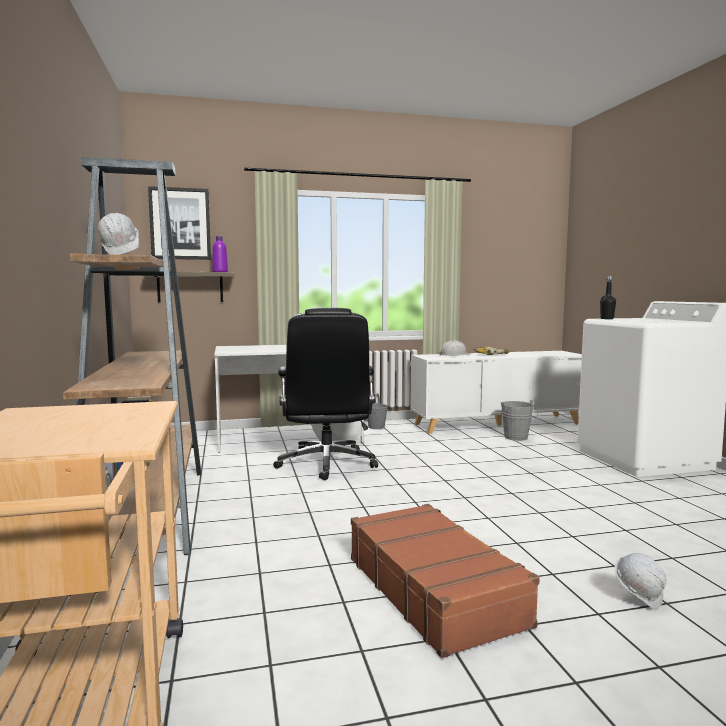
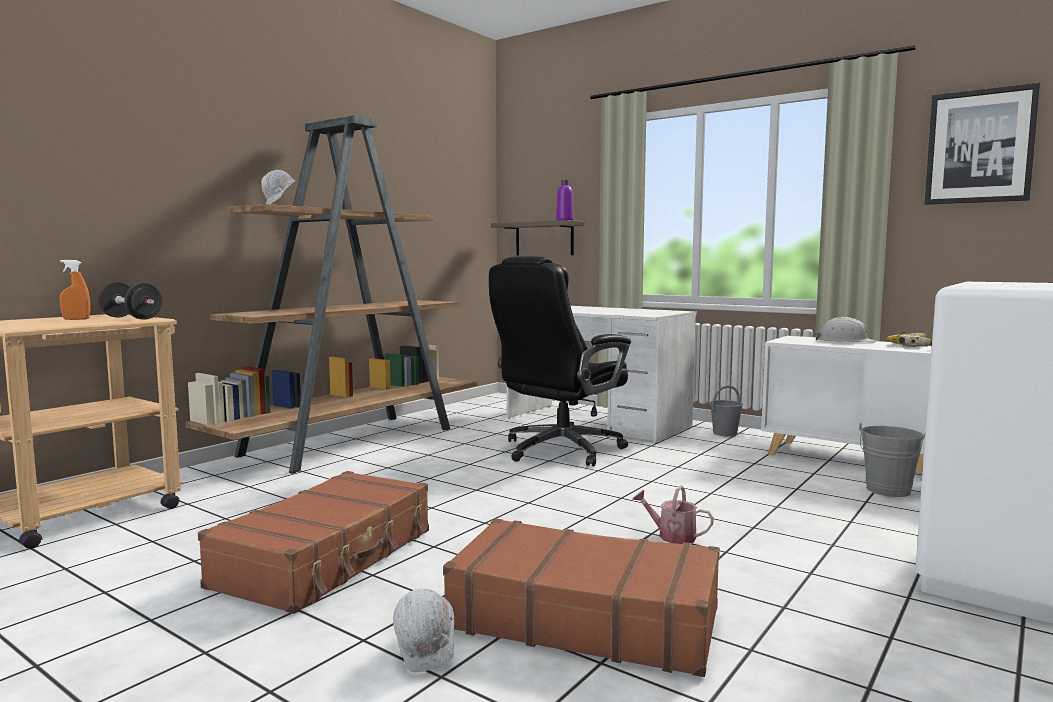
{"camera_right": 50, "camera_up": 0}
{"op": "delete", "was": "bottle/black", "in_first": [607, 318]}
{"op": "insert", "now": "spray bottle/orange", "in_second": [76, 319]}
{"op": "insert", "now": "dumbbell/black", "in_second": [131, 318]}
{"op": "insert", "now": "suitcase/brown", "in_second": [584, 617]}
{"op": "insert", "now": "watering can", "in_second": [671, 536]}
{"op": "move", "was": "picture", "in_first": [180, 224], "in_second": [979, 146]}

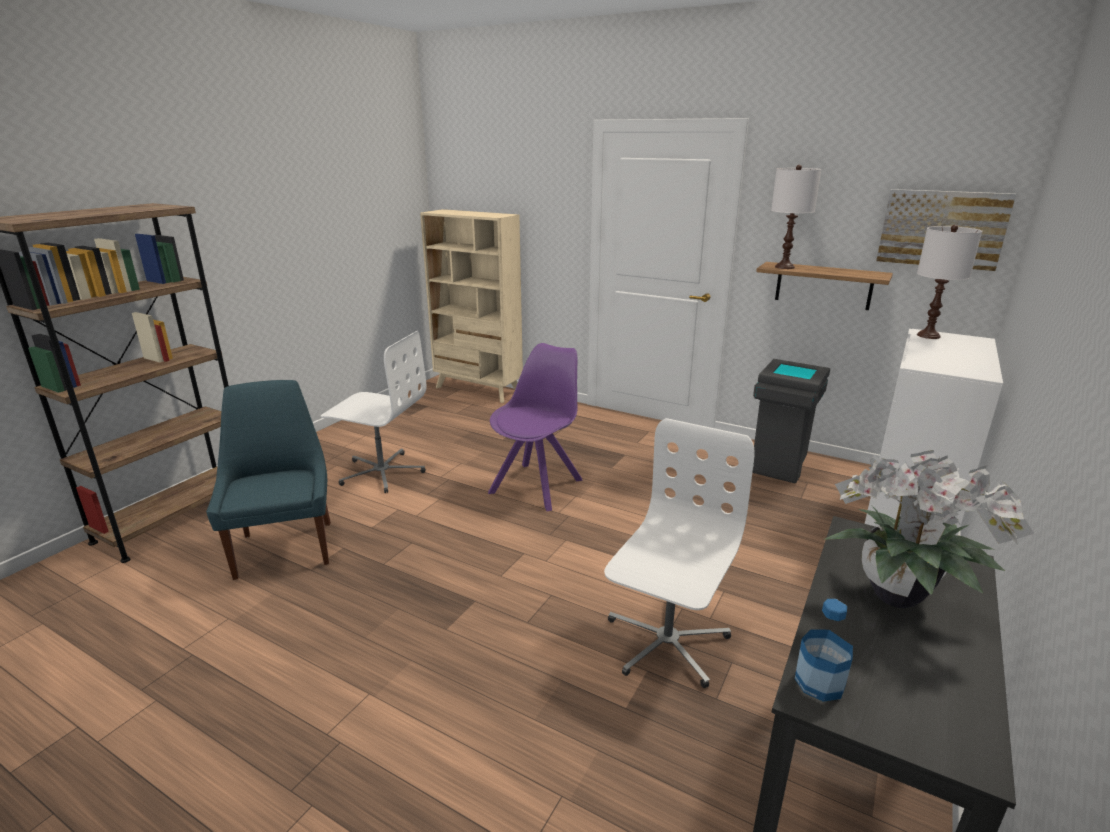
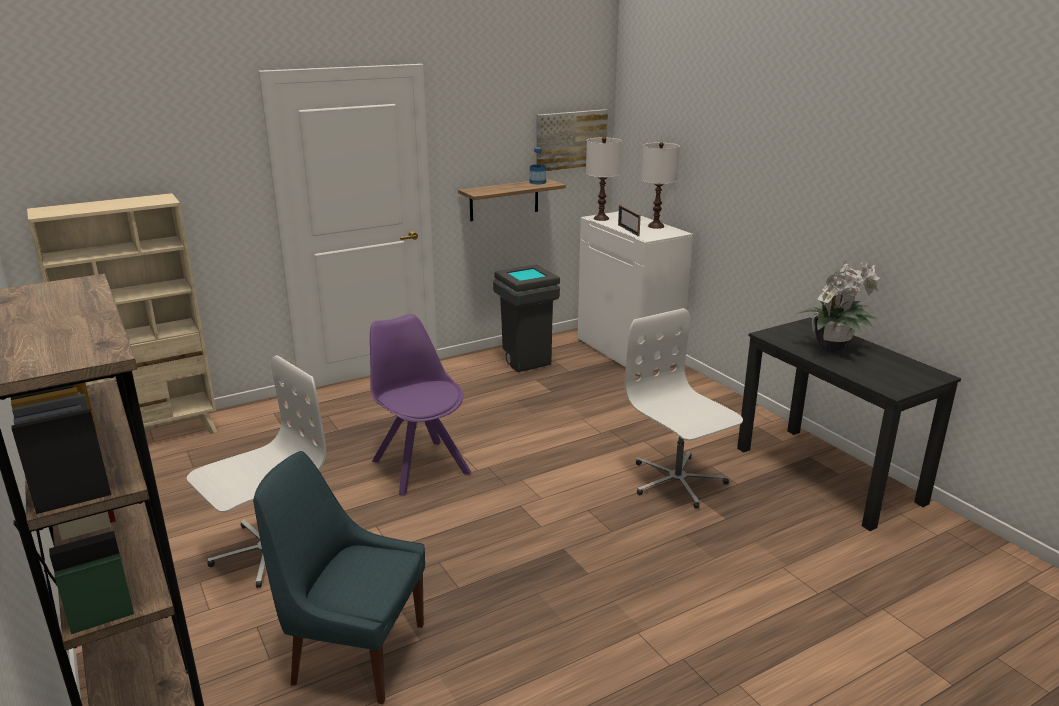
{"camera_right": -60, "camera_up": 0}
{"op": "insert", "now": "picture frame", "in_second": [628, 230]}
{"op": "move", "was": "table lamp/white", "in_first": [784, 267], "in_second": [655, 226]}
{"op": "move", "was": "bottle", "in_first": [819, 682], "in_second": [537, 182]}

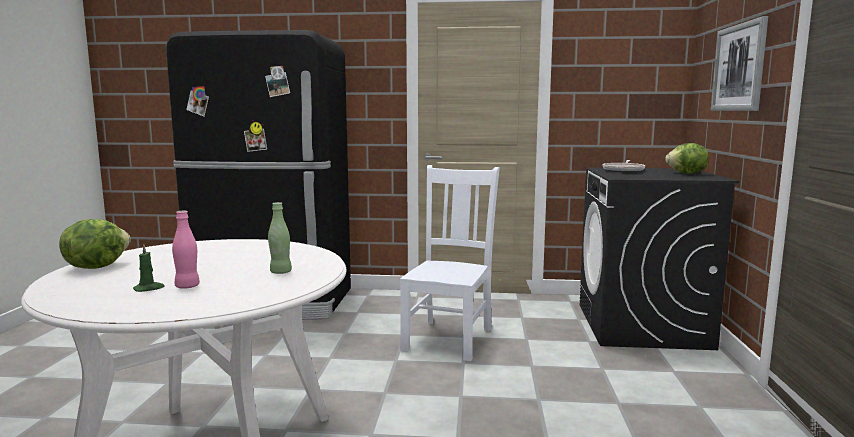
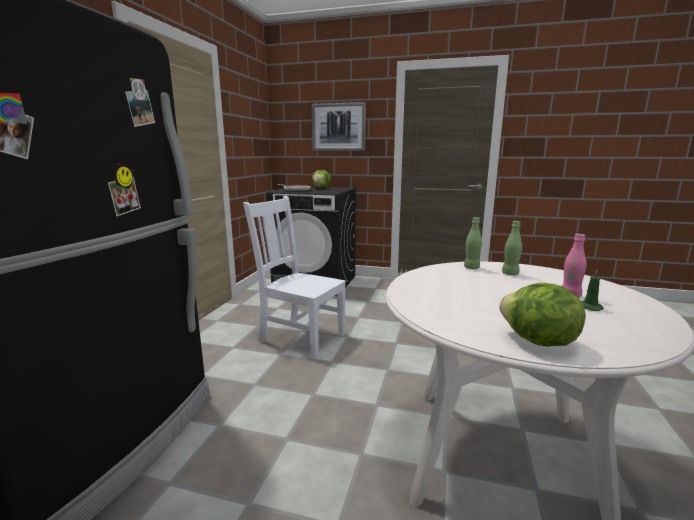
{"camera_right": -80, "camera_up": 5}
{"op": "insert", "now": "bottle/green", "in_second": [471, 268]}

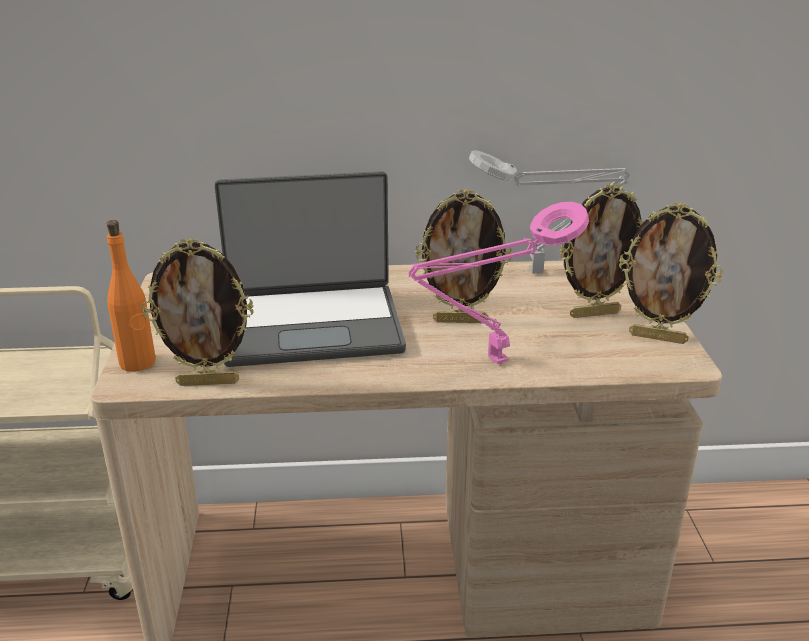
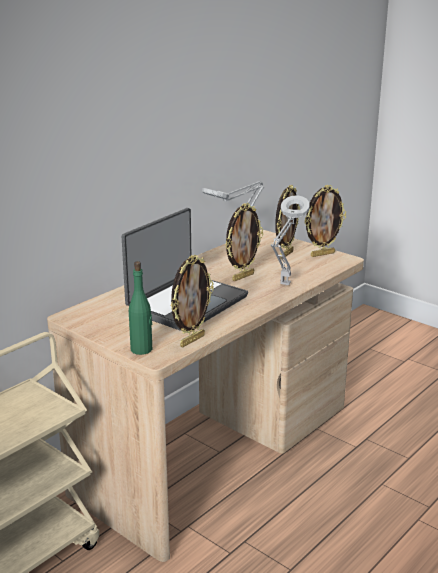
{"camera_right": -45, "camera_up": -5}
{"op": "recolor", "was": "bottle/orange", "now": "bottle/green", "in_first": [138, 363], "in_second": [142, 349]}
{"op": "recolor", "was": "table lamp/pink", "now": "table lamp/grey", "in_first": [492, 362], "in_second": [284, 285]}

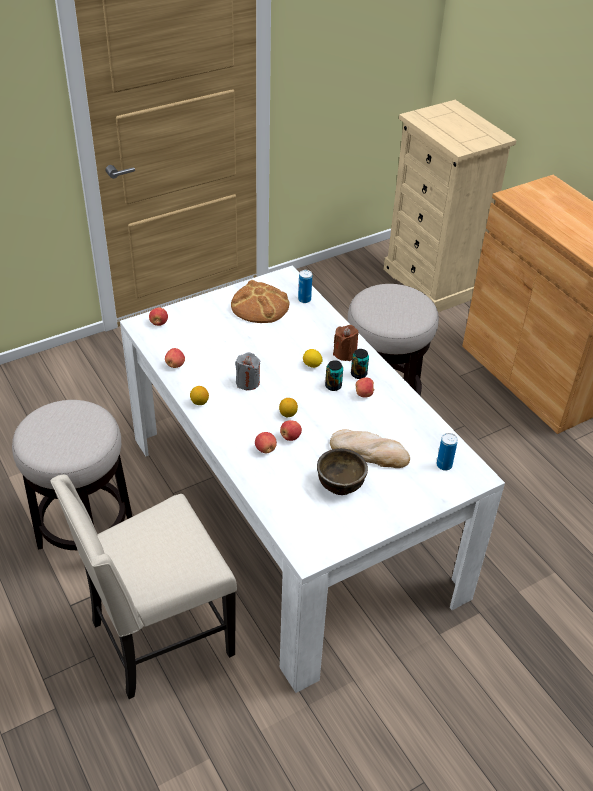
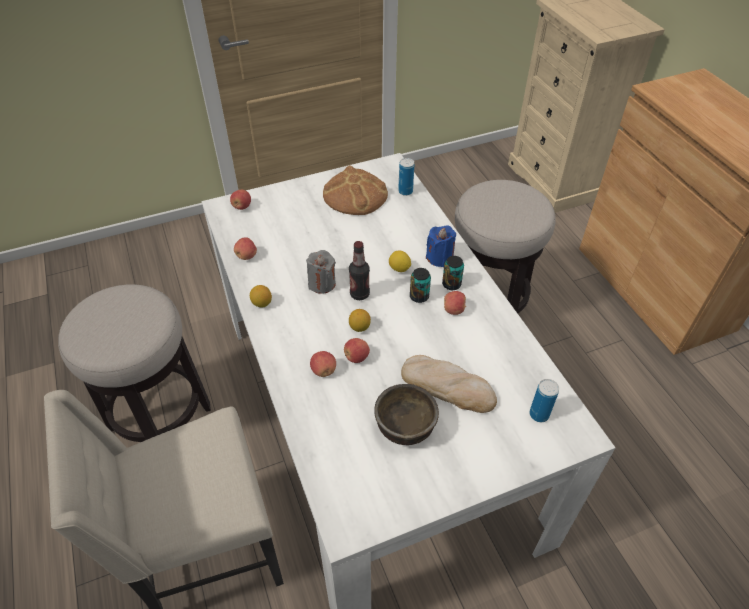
{"camera_right": 10, "camera_up": 5}
{"op": "insert", "now": "bottle", "in_second": [359, 294]}
{"op": "recolor", "was": "candle/brown", "now": "candle/blue", "in_first": [345, 353], "in_second": [440, 258]}

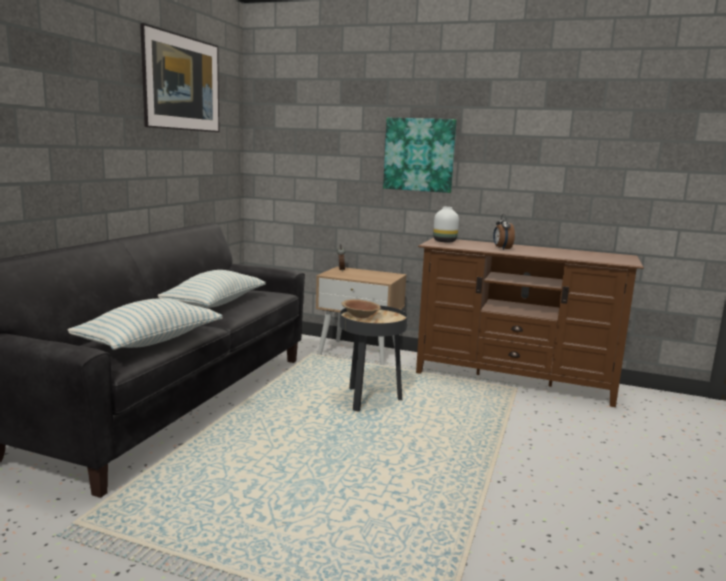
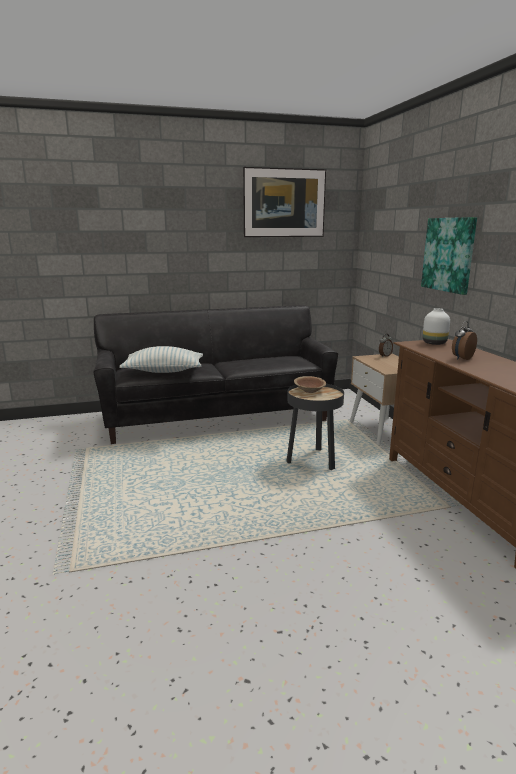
{"camera_right": 55, "camera_up": 5}
{"op": "delete", "was": "pillow", "in_first": [215, 304]}

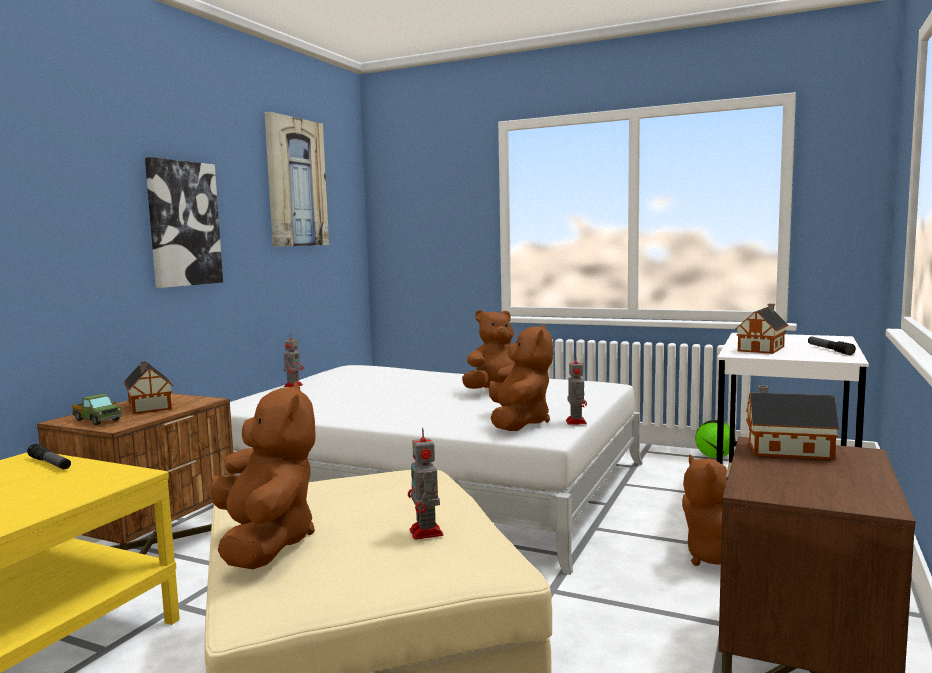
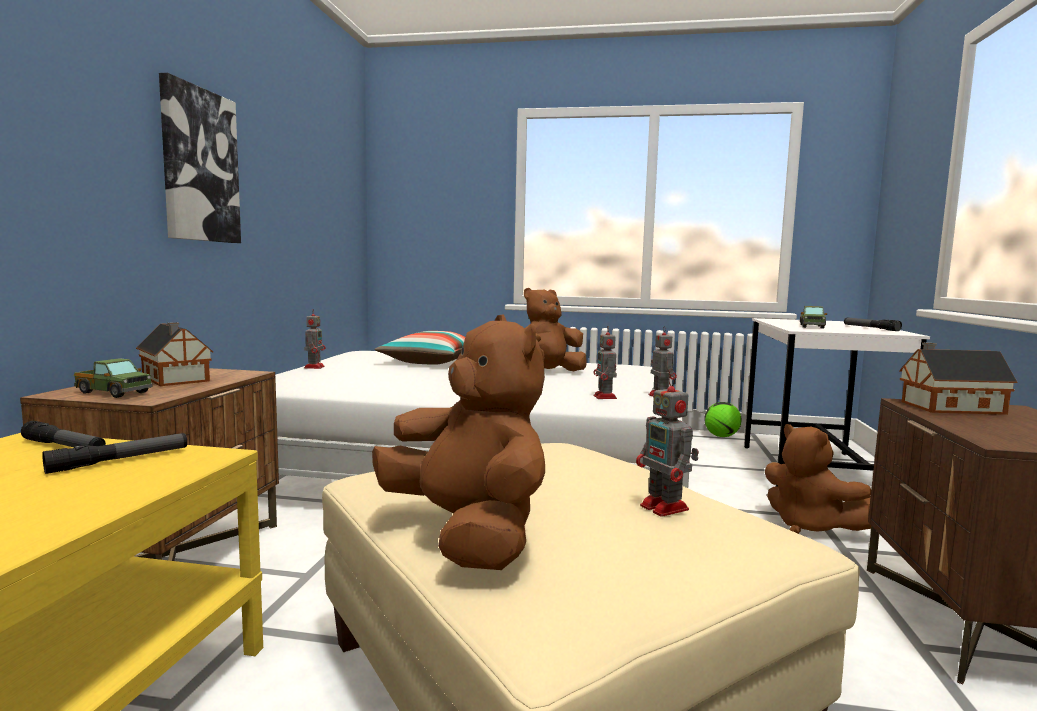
{"camera_right": -15, "camera_up": 0}
{"op": "delete", "was": "picture", "in_first": [296, 183]}
{"op": "insert", "now": "flashlight", "in_second": [120, 460]}
{"op": "insert", "now": "pillow", "in_second": [430, 362]}
{"op": "replace", "was": "plush toy/brown", "now": "toy robot", "in_first": [518, 423], "in_second": [605, 397]}
{"op": "replace", "was": "toy house", "now": "toy truck", "in_first": [762, 348], "in_second": [811, 327]}

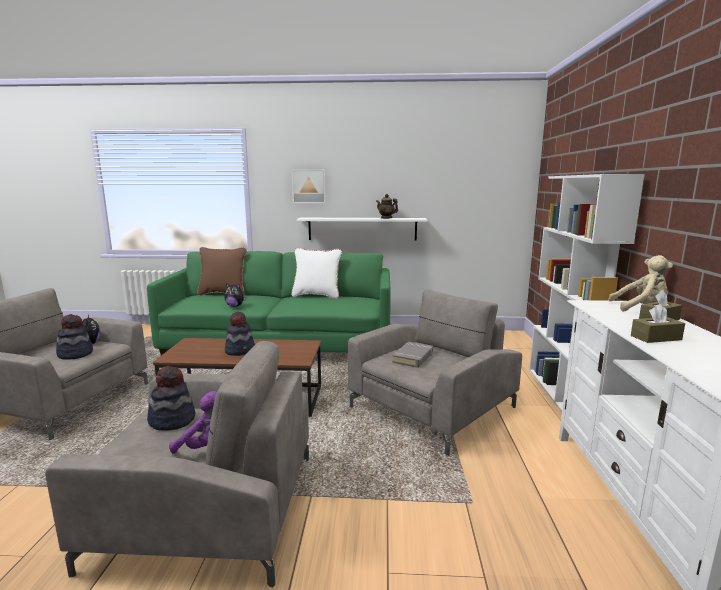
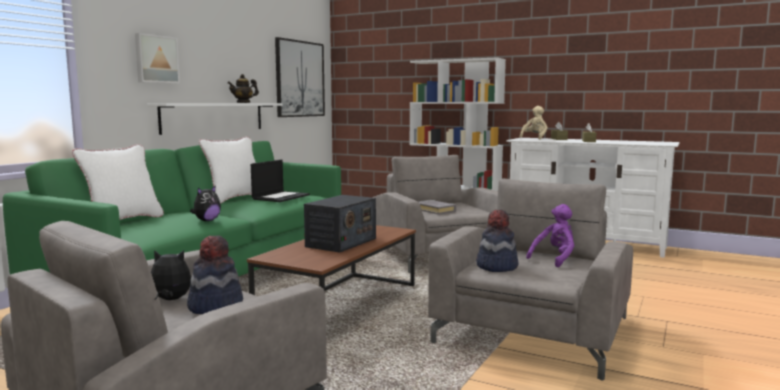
{"camera_right": -65, "camera_up": -5}
{"op": "insert", "now": "laptop", "in_second": [281, 197]}
{"op": "insert", "now": "picture", "in_second": [300, 79]}
{"op": "replace", "was": "hat", "now": "radio", "in_first": [240, 350], "in_second": [341, 242]}
{"op": "recolor", "was": "pillow/brown", "now": "pillow/white", "in_first": [223, 294], "in_second": [123, 221]}

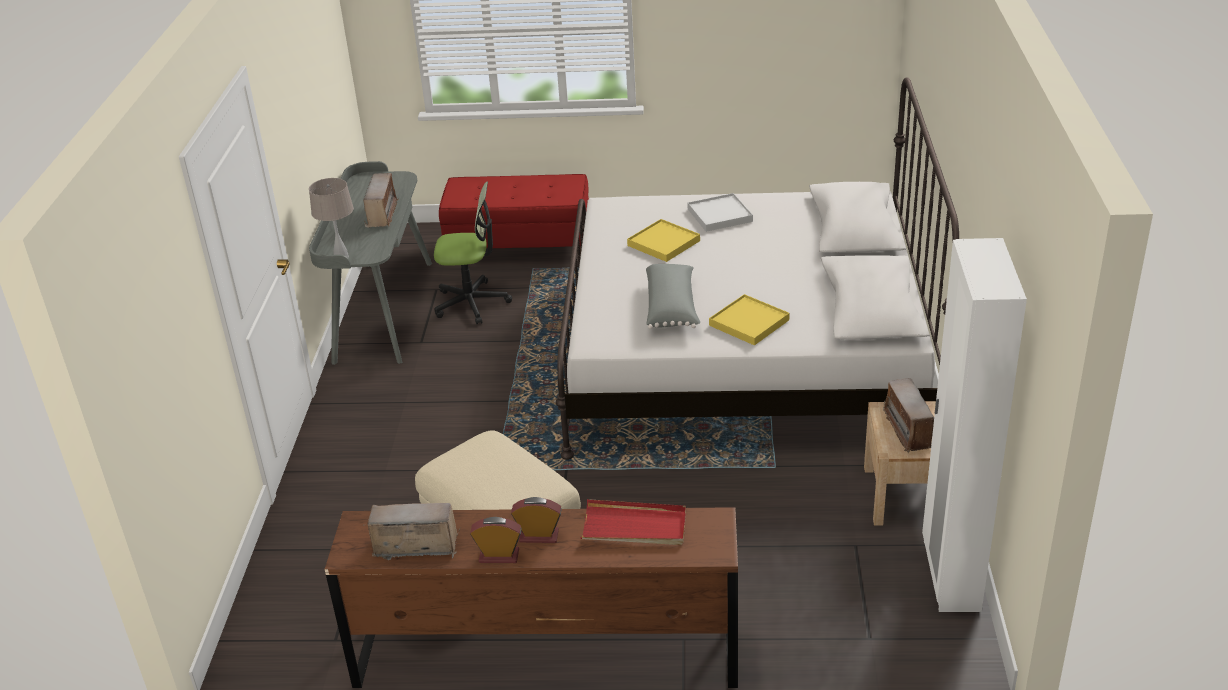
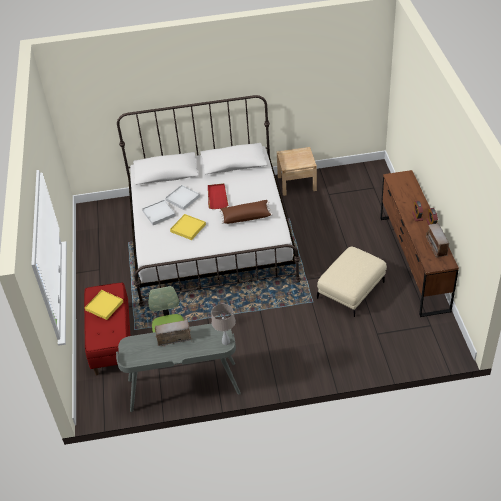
{"camera_right": -100, "camera_up": 10}
{"op": "delete", "was": "radio", "in_first": [908, 430]}
{"op": "delete", "was": "wardrobe/white", "in_first": [950, 575]}
{"op": "insert", "now": "tray/white", "in_second": [183, 198]}
{"op": "move", "was": "tray/red", "in_first": [634, 527], "in_second": [217, 197]}
{"op": "move", "was": "tray/yellow", "in_first": [749, 323], "in_second": [104, 306]}
{"op": "recolor", "was": "pillow/grey", "now": "pillow/brown", "in_first": [672, 308], "in_second": [246, 216]}

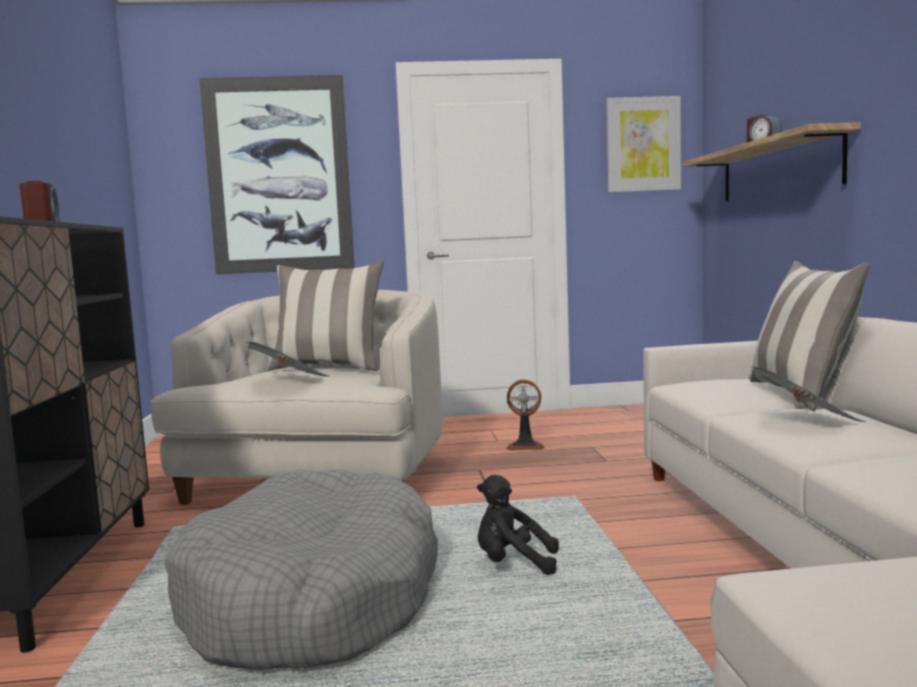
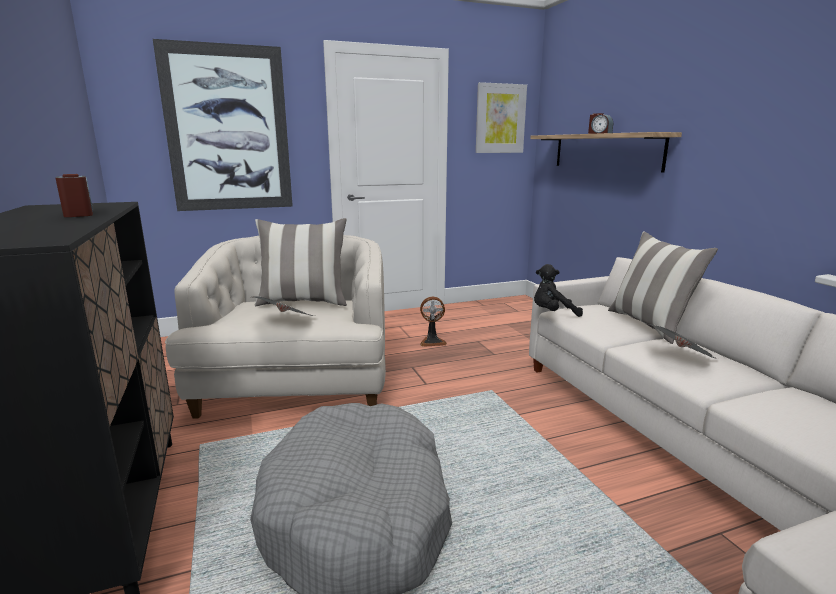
{"camera_right": -15, "camera_up": 10}
{"op": "move", "was": "plush toy/black", "in_first": [513, 564], "in_second": [553, 313]}

